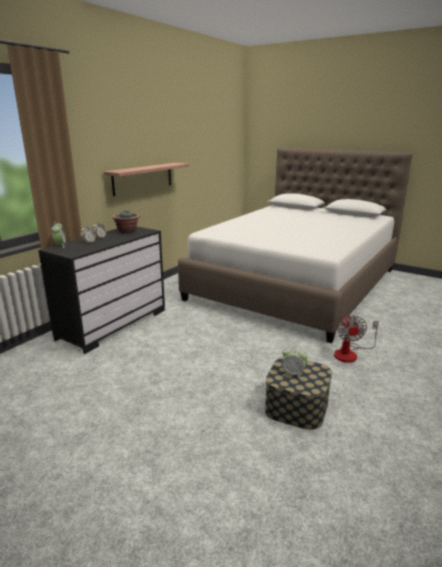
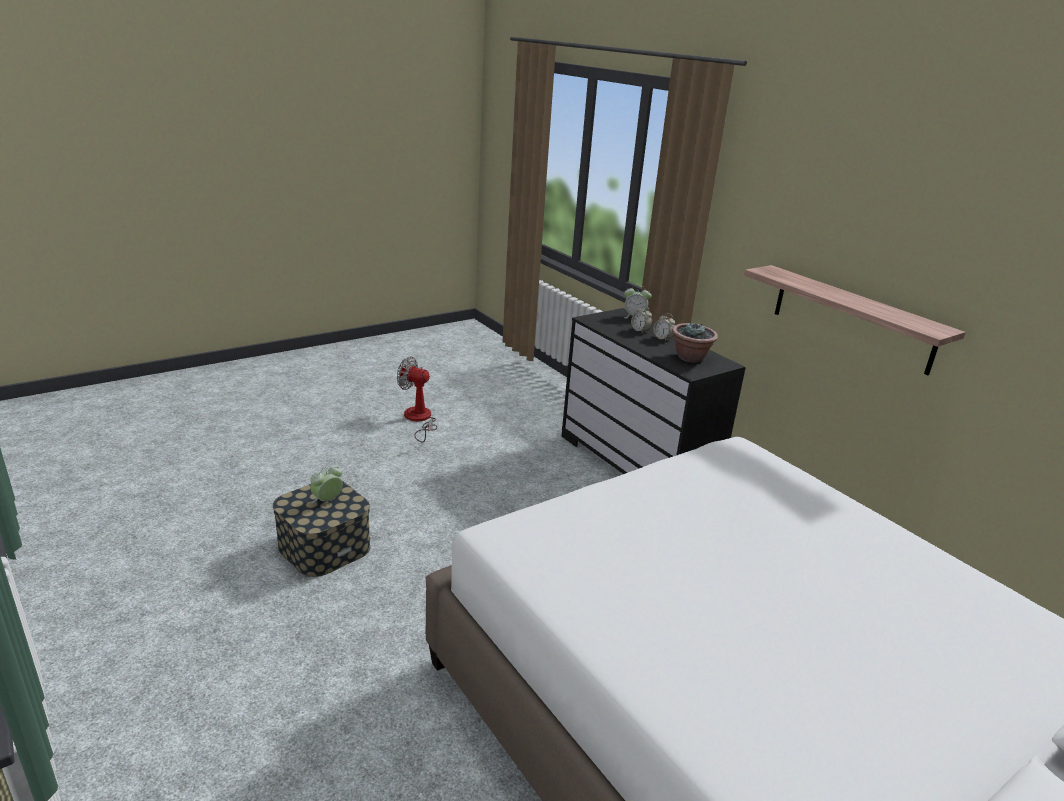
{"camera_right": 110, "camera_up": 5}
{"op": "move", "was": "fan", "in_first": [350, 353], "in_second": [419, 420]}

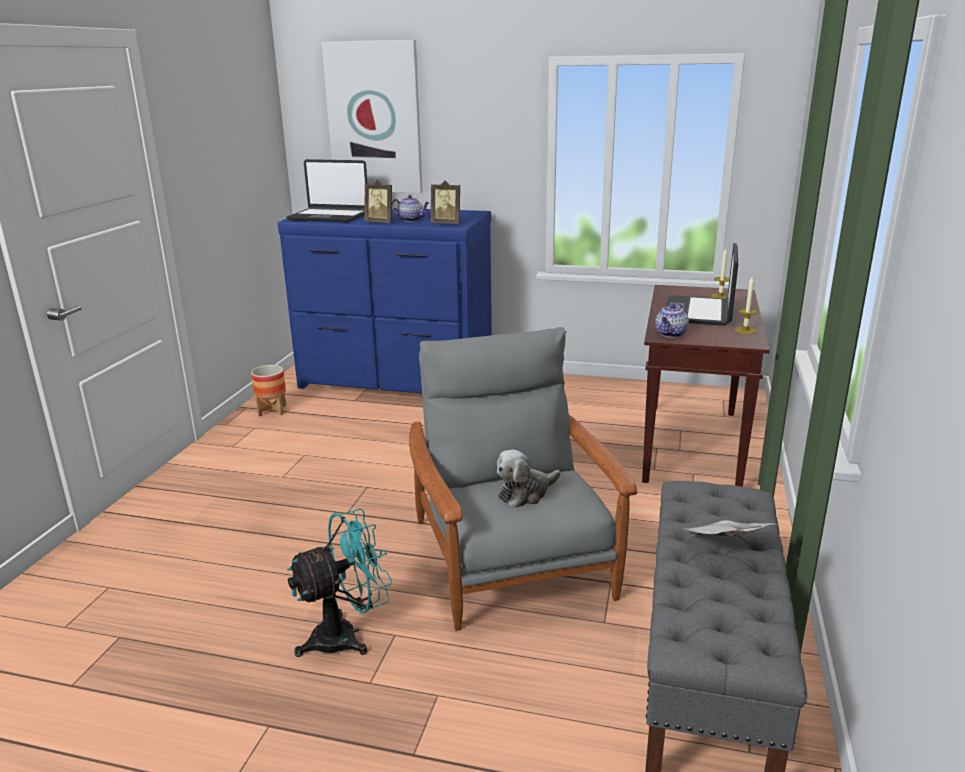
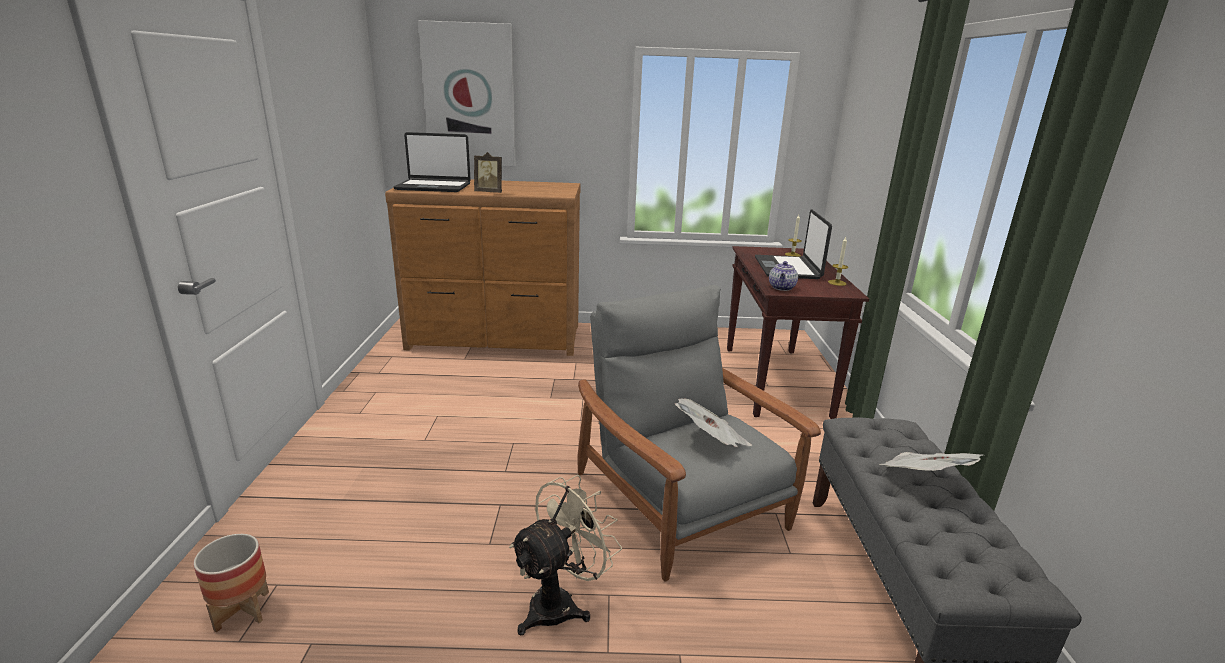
{"camera_right": -15, "camera_up": 0}
{"op": "delete", "was": "teapot", "in_first": [411, 220]}
{"op": "delete", "was": "picture frame", "in_first": [447, 224]}
{"op": "move", "was": "planter", "in_first": [272, 410], "in_second": [242, 611]}
{"op": "replace", "was": "plush toy", "now": "newspaper", "in_first": [525, 493], "in_second": [711, 441]}
{"op": "recolor", "was": "dresser/blue", "now": "dresser/brown", "in_first": [396, 380], "in_second": [495, 338]}
{"op": "recolor", "was": "fan/turquoise", "now": "fan/beige", "in_first": [346, 635], "in_second": [561, 603]}

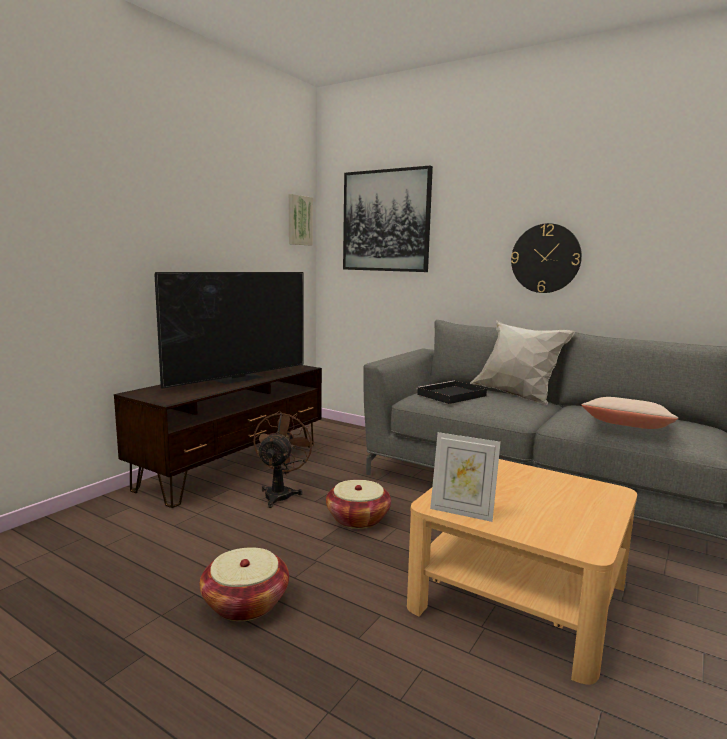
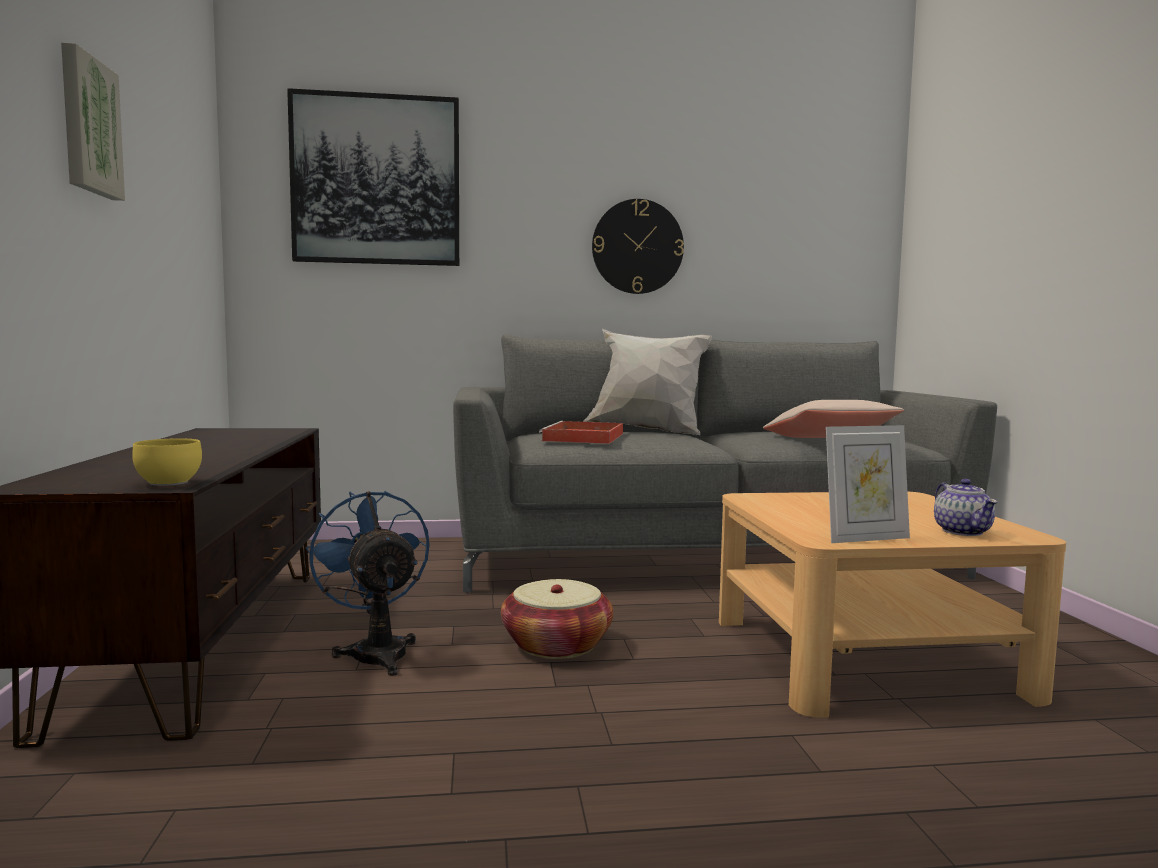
{"camera_right": -40, "camera_up": -5}
{"op": "delete", "was": "television", "in_first": [239, 378]}
{"op": "delete", "was": "basket", "in_first": [245, 603]}
{"op": "insert", "now": "bowl/yellow", "in_second": [166, 483]}
{"op": "insert", "now": "teapot", "in_second": [963, 531]}
{"op": "move", "was": "picture", "in_first": [299, 220], "in_second": [88, 126]}
{"op": "recolor", "was": "fan/brown", "now": "fan/blue", "in_first": [280, 493], "in_second": [376, 651]}
{"op": "recolor", "was": "tray/black", "now": "tray/red", "in_first": [451, 395], "in_second": [583, 437]}

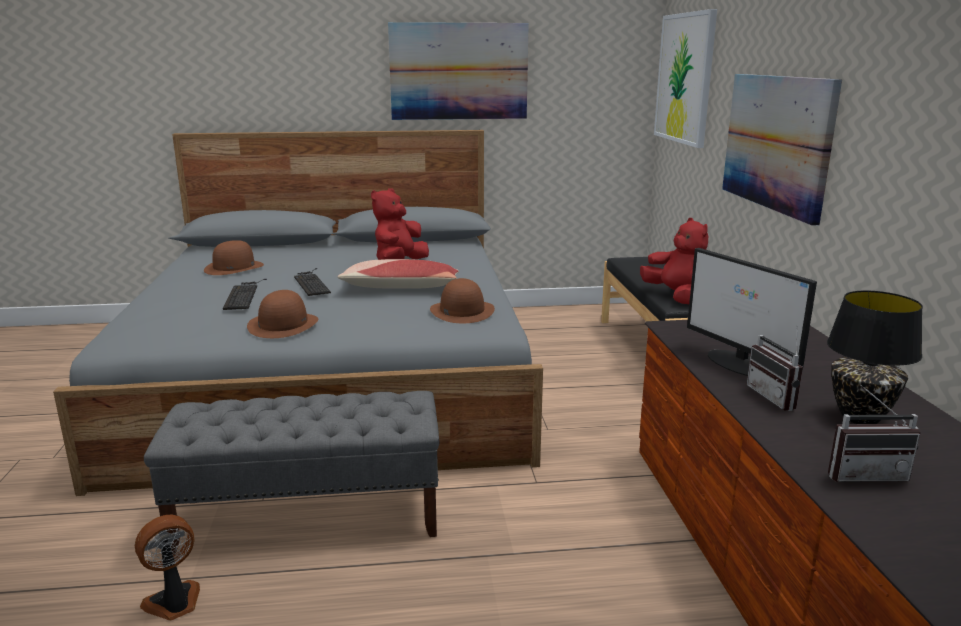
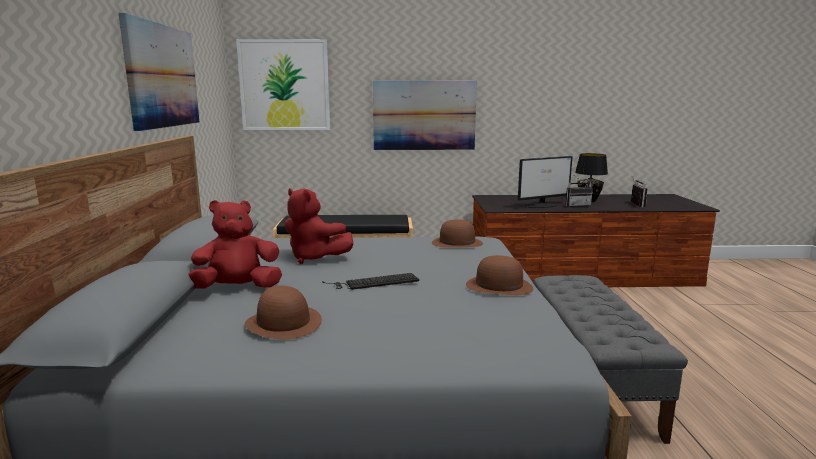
{"camera_right": -85, "camera_up": -5}
{"op": "delete", "was": "fan", "in_first": [174, 603]}
{"op": "delete", "was": "keyboard", "in_first": [243, 295]}
{"op": "delete", "was": "pillow", "in_first": [399, 288]}
{"op": "move", "was": "plush toy/red", "in_first": [676, 297], "in_second": [237, 288]}

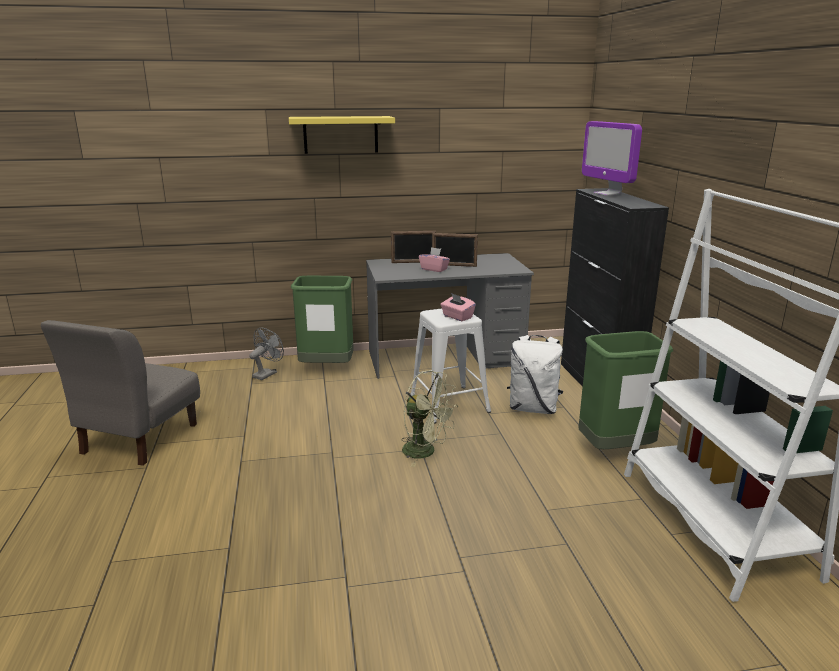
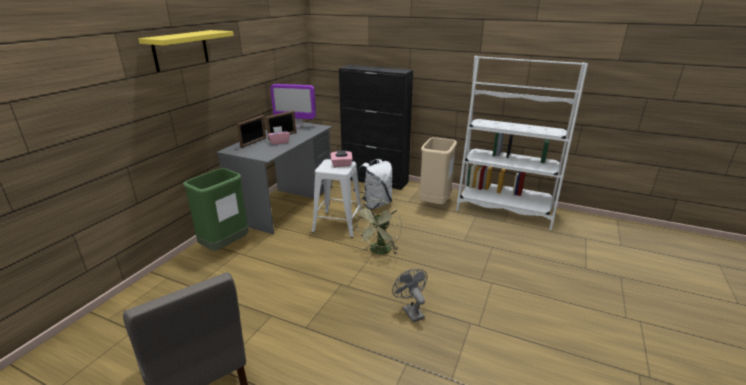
{"camera_right": -55, "camera_up": 5}
{"op": "move", "was": "fan/grey", "in_first": [267, 373], "in_second": [410, 311]}
{"op": "move", "was": "monitor", "in_first": [607, 194], "in_second": [295, 126]}
{"op": "recolor", "was": "trash can/green", "now": "trash can/beige", "in_first": [614, 450], "in_second": [435, 203]}
{"op": "rotate", "was": "fan/green", "in_first": [426, 452], "in_second": [379, 251], "clockwise": 135}

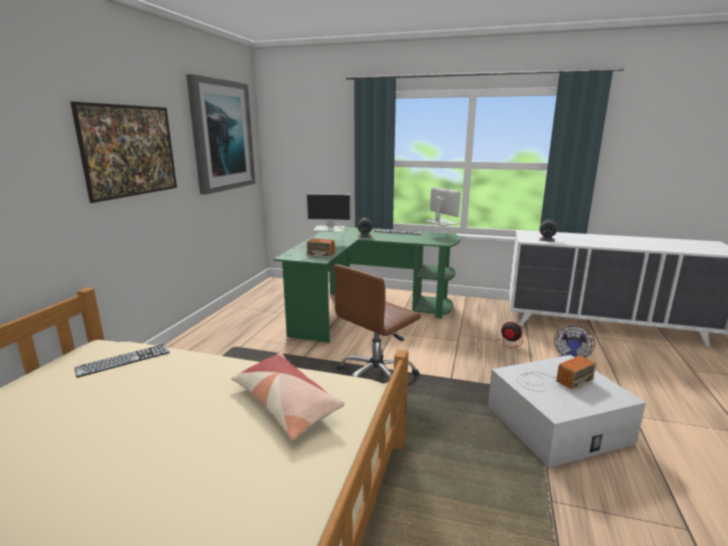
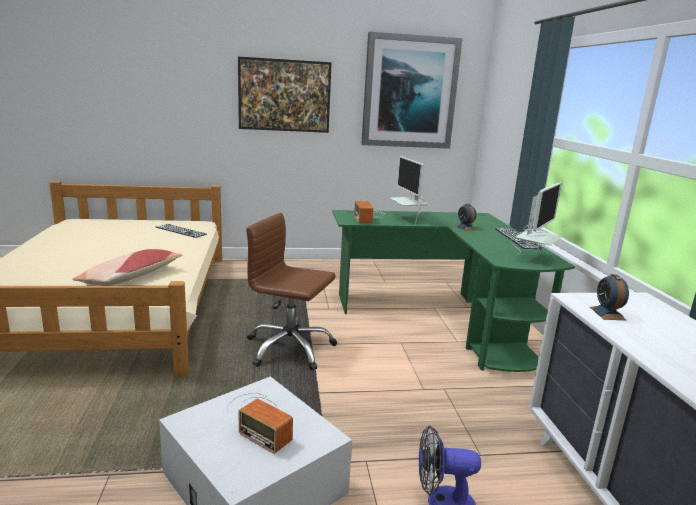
{"camera_right": 65, "camera_up": 0}
{"op": "delete", "was": "fan", "in_first": [500, 345]}

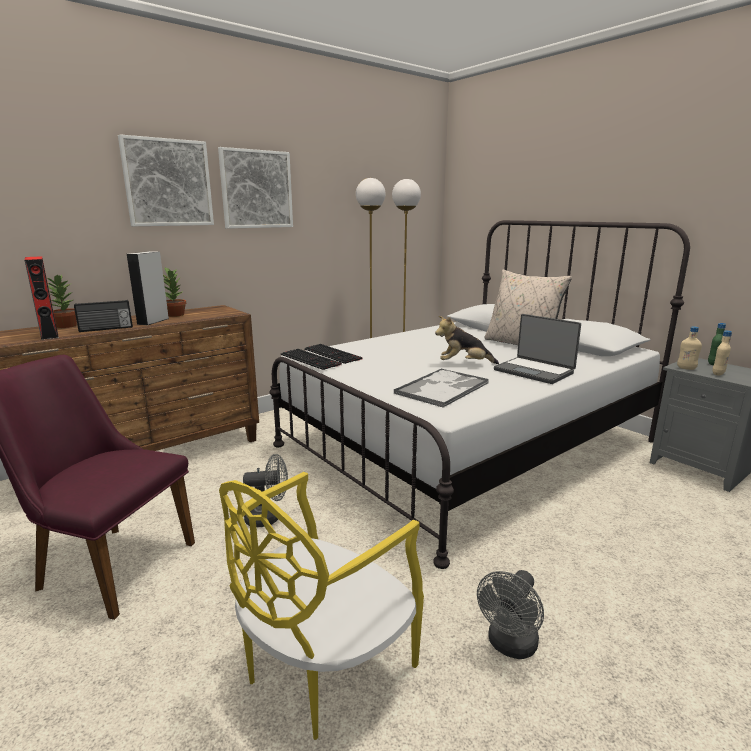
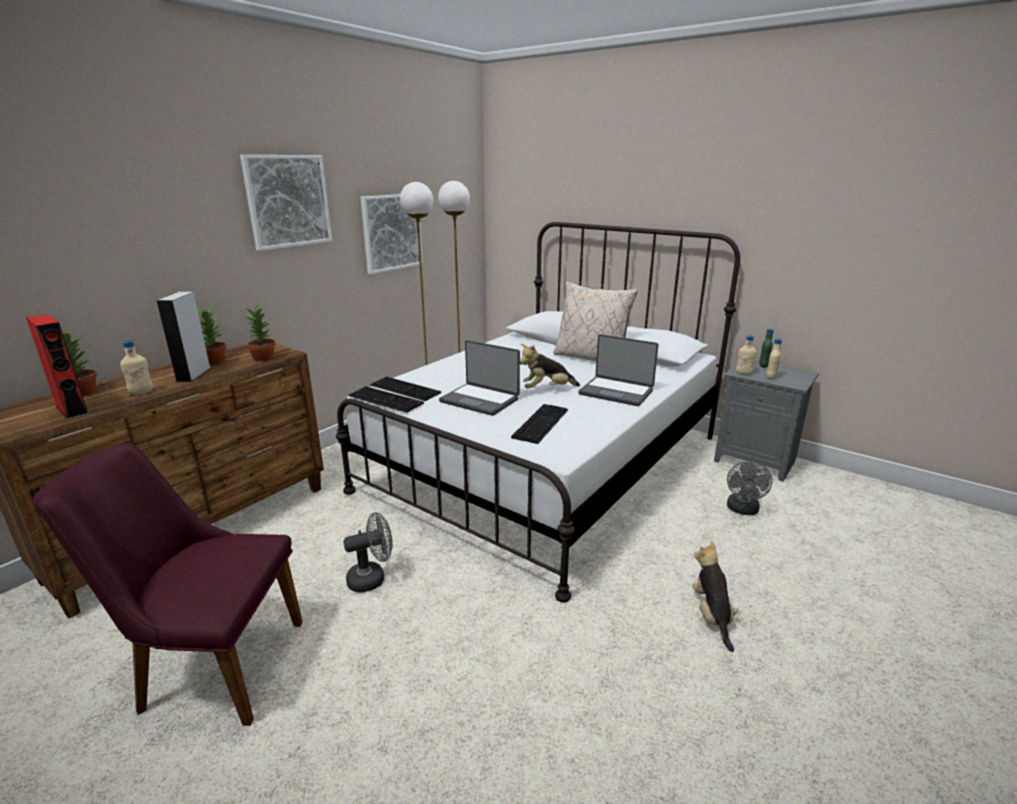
{"camera_right": -15, "camera_up": 5}
{"op": "delete", "was": "chair/yellow", "in_first": [322, 667]}
{"op": "insert", "now": "potted plant", "in_second": [264, 358]}
{"op": "insert", "now": "laptop", "in_second": [480, 400]}
{"op": "insert", "now": "plush toy", "in_second": [711, 615]}
{"op": "move", "was": "picture", "in_first": [168, 183], "in_second": [391, 232]}
{"op": "move", "was": "fan/grey", "in_first": [509, 646], "in_second": [742, 510]}
{"op": "replace", "was": "radio", "now": "bottle/beige", "in_first": [106, 329], "in_second": [141, 392]}
{"op": "replace", "was": "tray", "now": "keyboard", "in_first": [442, 388], "in_second": [540, 423]}

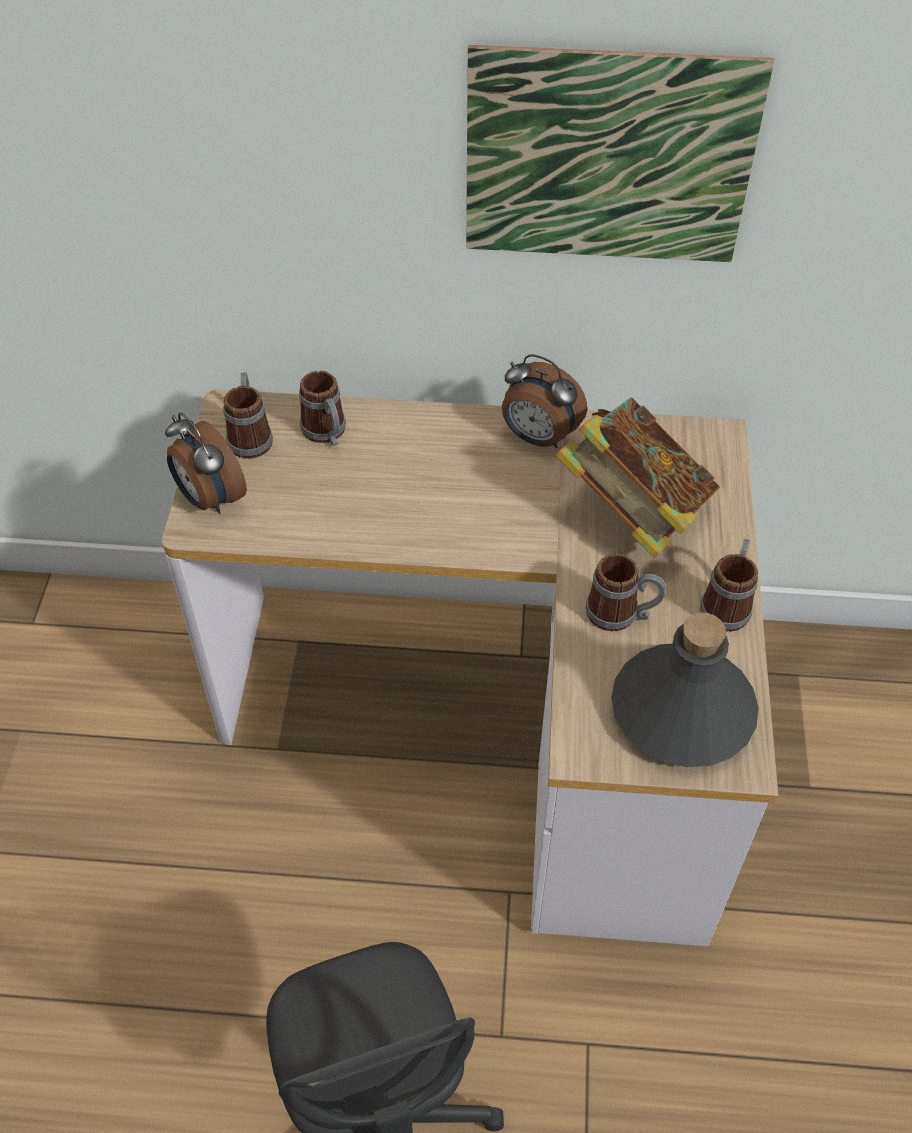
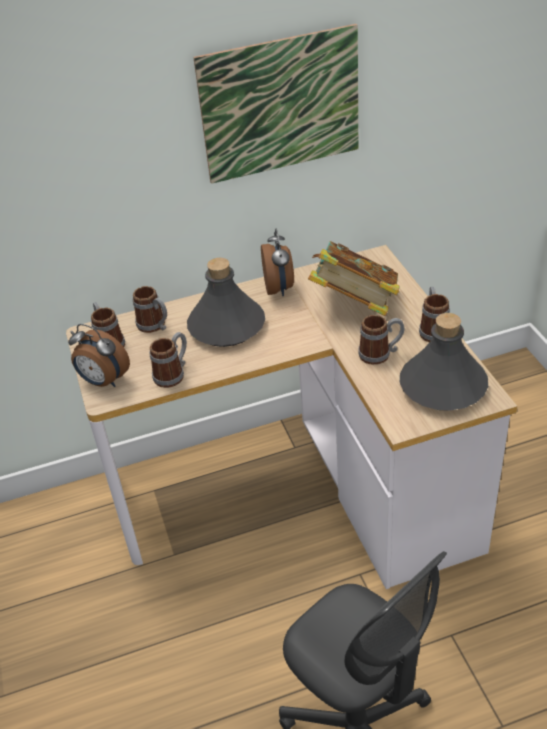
{"camera_right": -20, "camera_up": -10}
{"op": "insert", "now": "mug", "in_second": [173, 374]}
{"op": "insert", "now": "bottle/grey", "in_second": [227, 327]}
{"op": "rotate", "was": "alarm clock", "in_first": [538, 438], "in_second": [279, 288], "clockwise": -105}

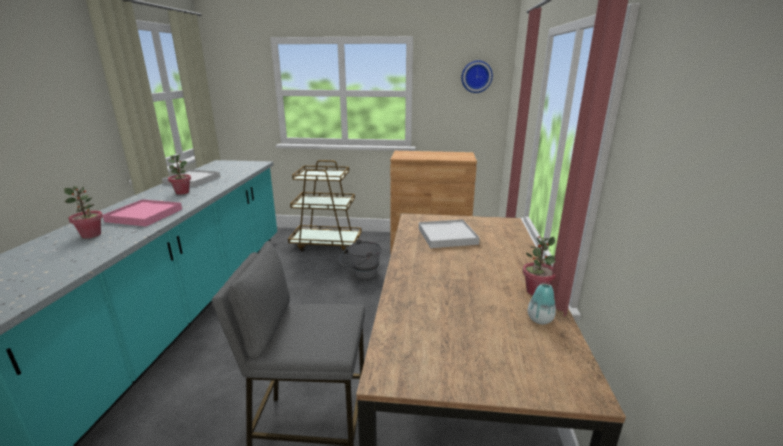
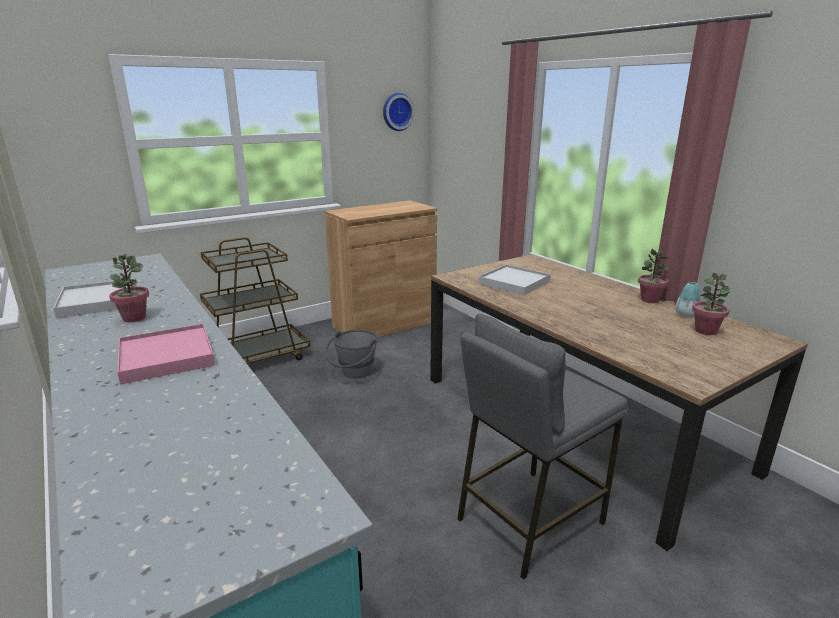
{"camera_right": -40, "camera_up": 0}
{"op": "move", "was": "potted plant", "in_first": [91, 235], "in_second": [705, 331]}

